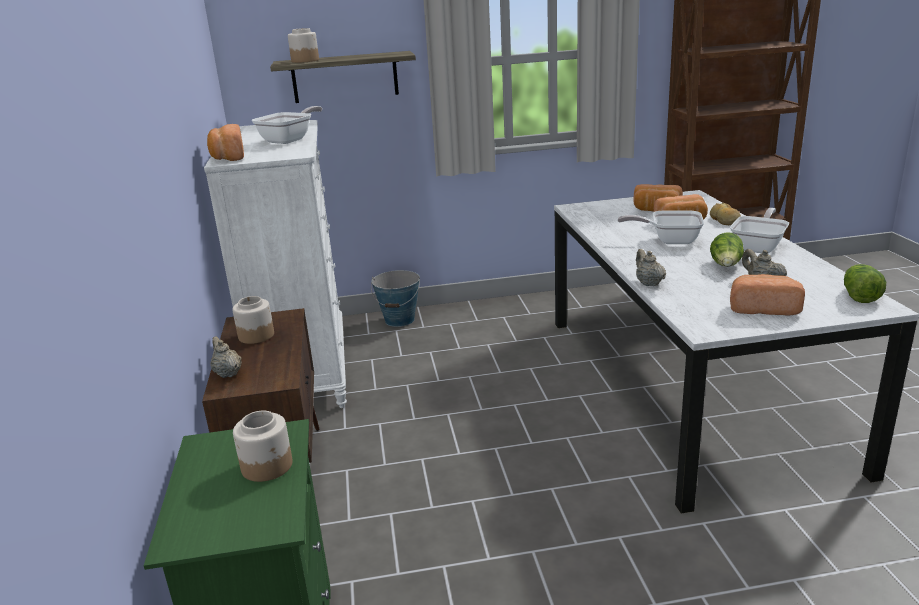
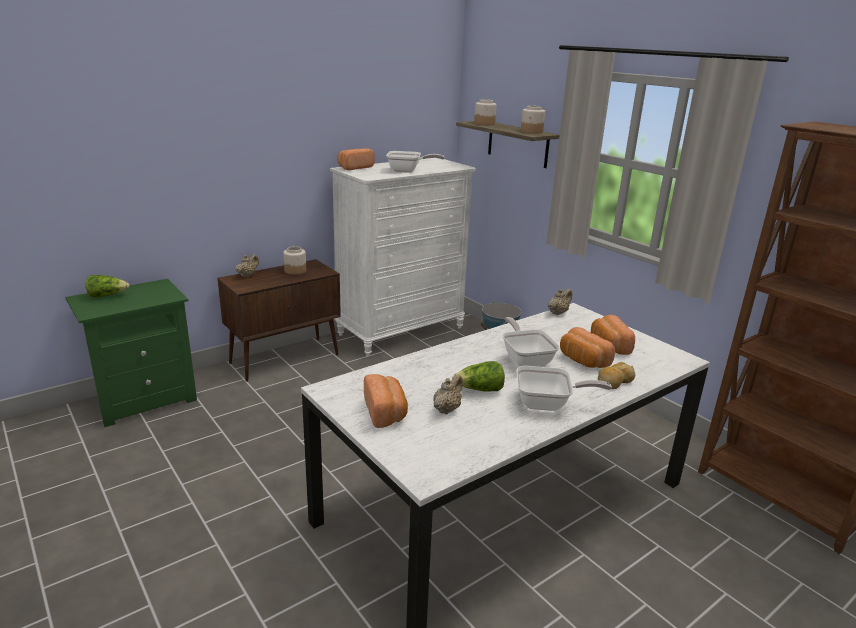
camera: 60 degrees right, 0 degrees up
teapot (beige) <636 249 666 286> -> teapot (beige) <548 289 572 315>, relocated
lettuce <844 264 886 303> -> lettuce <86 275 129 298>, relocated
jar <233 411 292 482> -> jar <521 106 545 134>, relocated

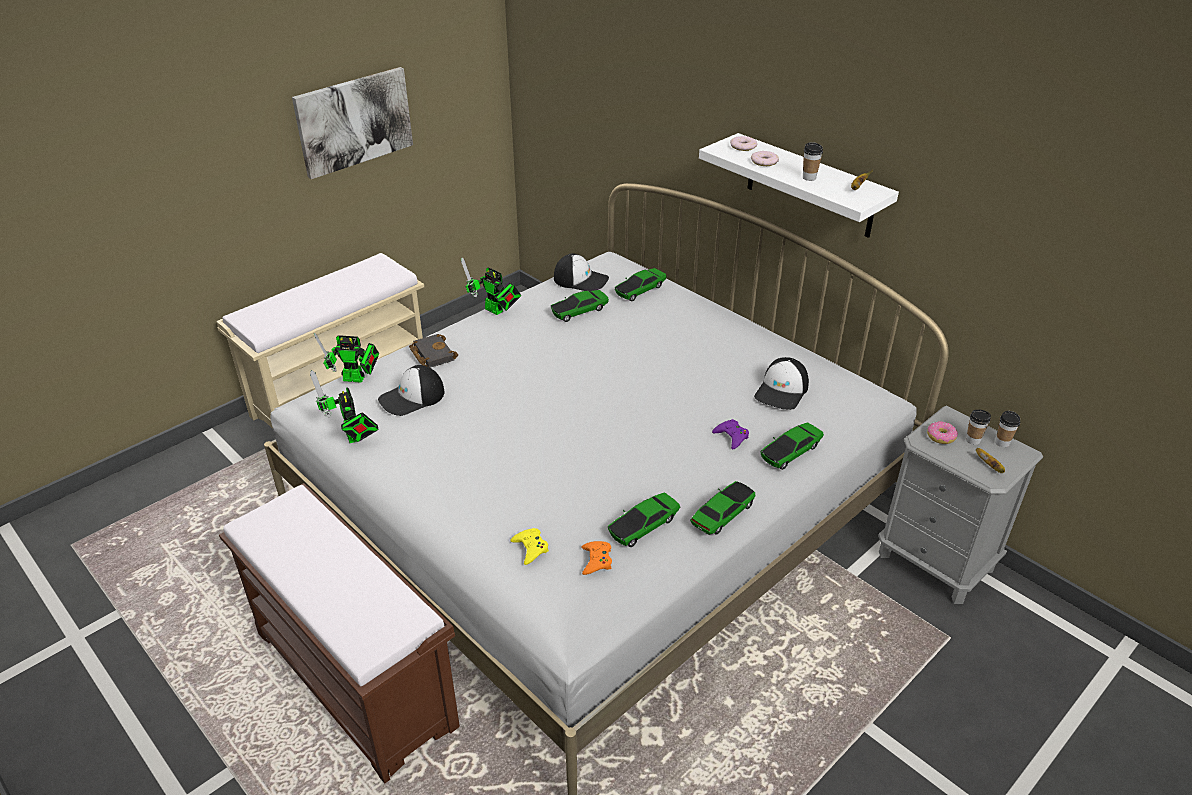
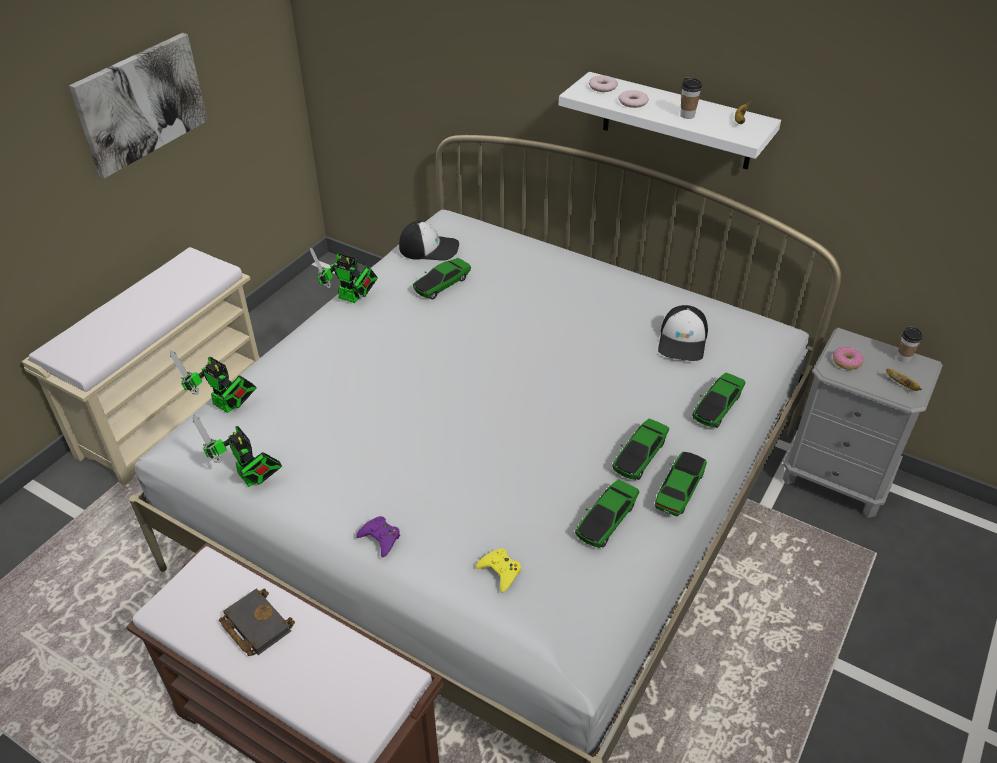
camera: 15 degrees left, 5 degrees up
toy car <615 268 667 301> -> toy car <612 419 669 480>, relocated
toy robot <314 333 379 383> -> toy robot <170 351 257 413>, 45 degrees clockwise
book (black) <409 334 458 368> -> book (black) <219 588 295 656>, relocated
cap <378 365 444 416> -> none
cup <966 409 991 445> -> none
game controller (purple) <712 419 749 450> -> game controller (purple) <356 516 400 558>, relocated
game controller (orange) <582 541 612 575> -> none

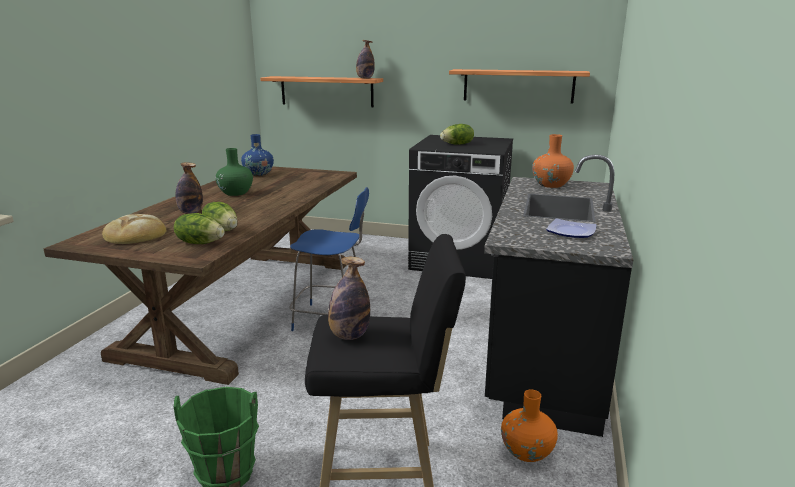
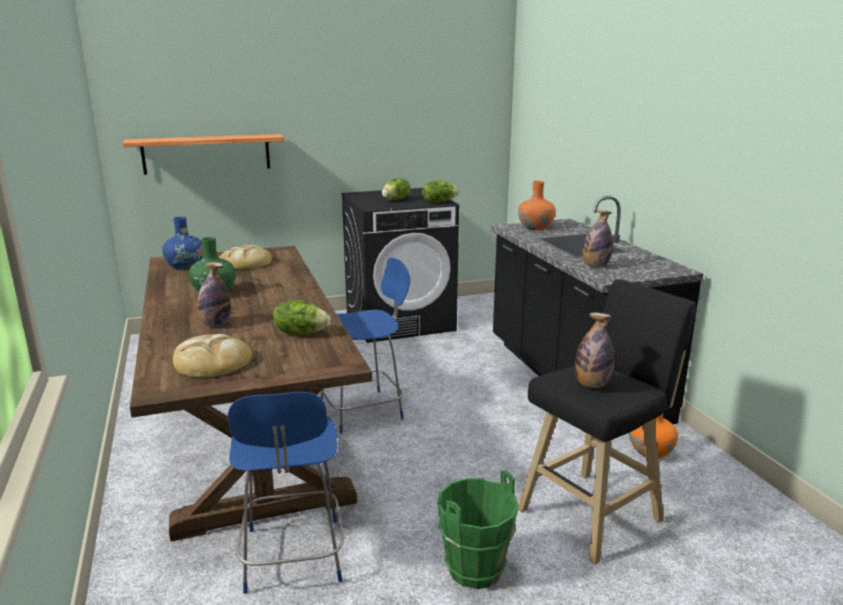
camera: 35 degrees left, 0 degrees up
bottle <356 40 375 79> -> bottle <582 210 613 267>, relocated
shelf <449 69 590 103> -> none
lettuce <174 213 224 244> -> lettuce <422 181 459 203>, relocated
plate <546 218 596 238> -> none
none -> bread <219 245 272 270>
none -> chair (blue) <228 392 344 594>

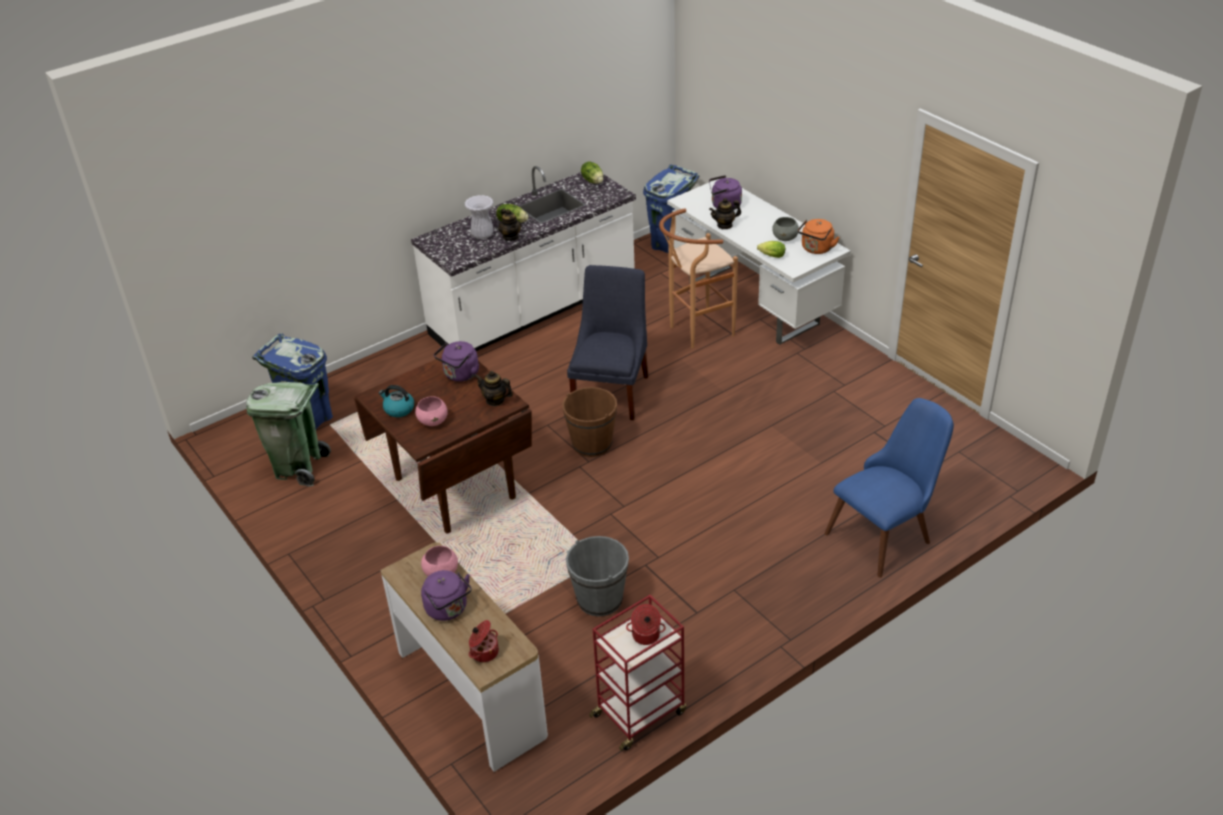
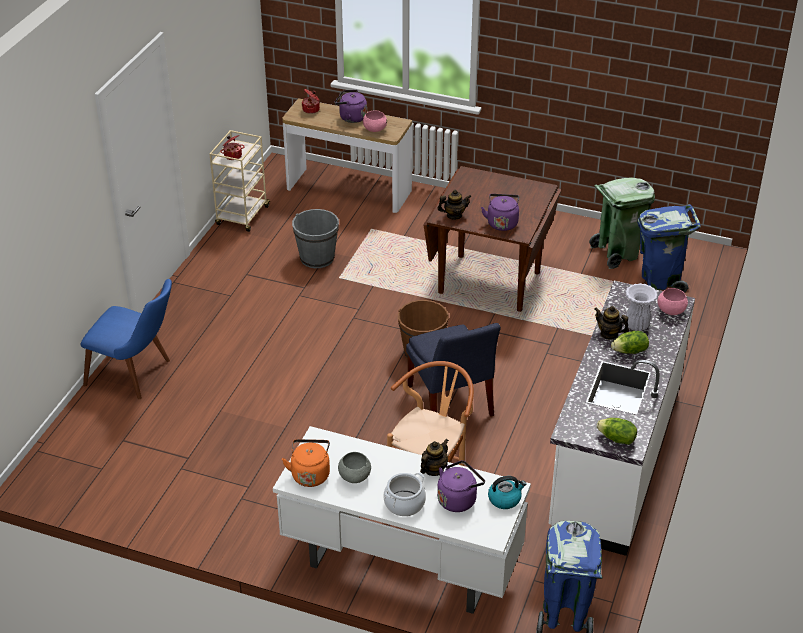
camera: 145 degrees right, 0 degrees up
lettuce <757 241 785 258> -> none
kettle <379 385 414 417> -> kettle <488 476 526 509>, relocated
bowl (pink) <415 396 448 426> -> bowl (pink) <658 288 688 315>, relocated
chair (blue) <824 398 954 577> -> chair (blue) <81 279 172 399>, 90 degrees counterclockwise
cart (red) <589 595 686 751> -> cart (beige) <210 130 270 232>
none -> cooking pot <384 473 426 516>

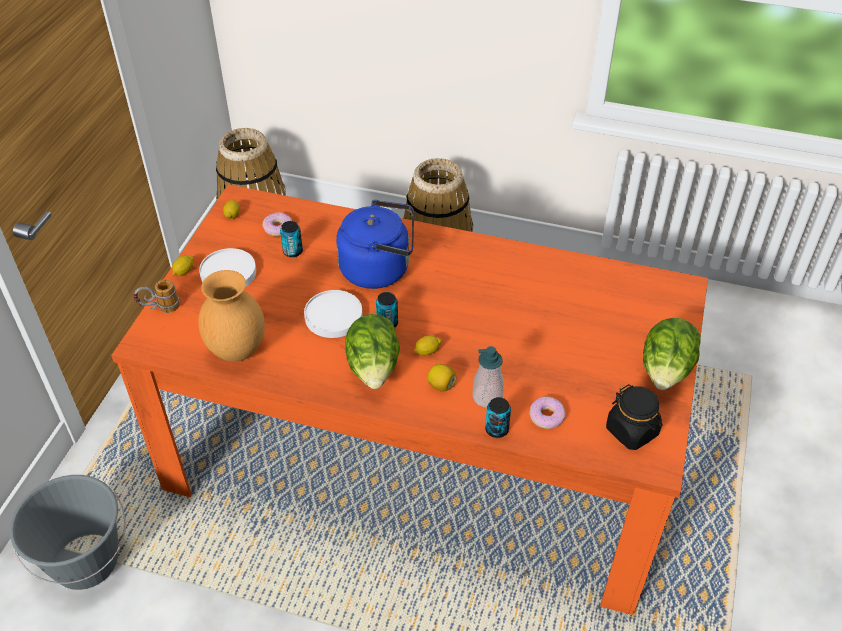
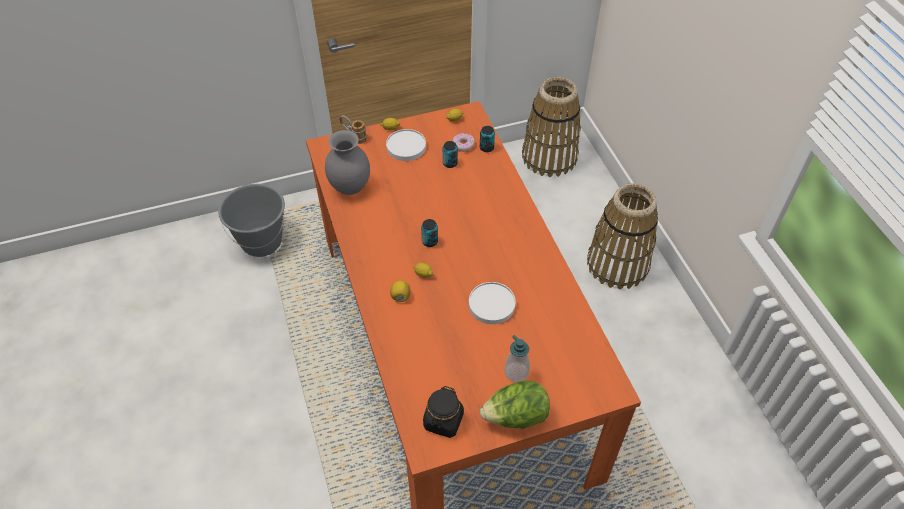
camera: 55 degrees right, 5 degrees up
kettle (blue) <336 200 414 289> -> none
vase (brown) <198 270 265 362> -> vase (grey) <325 130 370 195>
plate (white) <304 290 363 338> -> plate (white) <469 282 516 324>, relocated
lettuce <345 314 400 389> -> none
soap dispenser <472 346 504 408> -> soap dispenser <504 335 530 382>, relocated
can <485 397 511 438> -> can <480 126 495 152>, relocated
donut <529 397 565 429> -> none

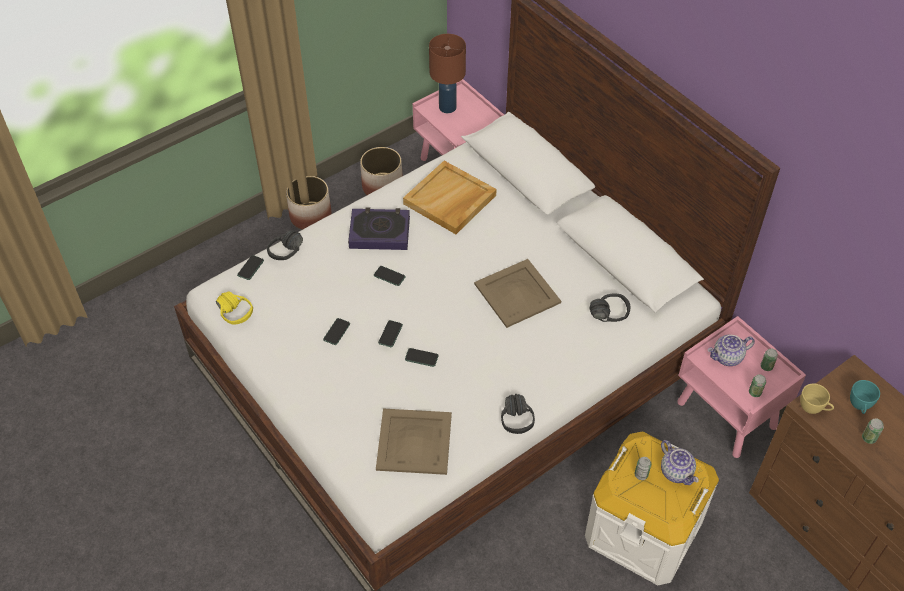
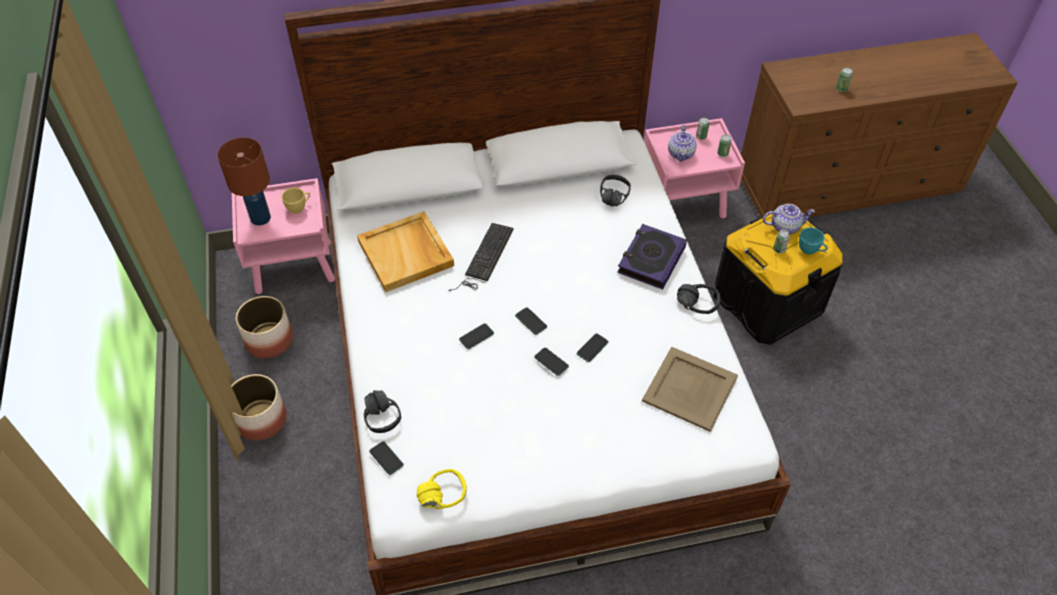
camera: 65 degrees left, 0 degrees up
book <348 207 410 250> -> book <617 224 687 290>, relocated
tray (beige) <474 259 561 328> -> none
phone <323 318 350 345> -> phone <515 307 547 335>, relocated
cup (turquoise) <850 380 880 414> -> cup (turquoise) <799 227 828 254>, relocated
cup (yellow) <800 383 834 414> -> cup (yellow) <281 188 310 214>, relocated
storage box (white) <585 432 719 585> -> storage box (black) <714 213 843 345>
none -> keyboard <448 223 513 291>

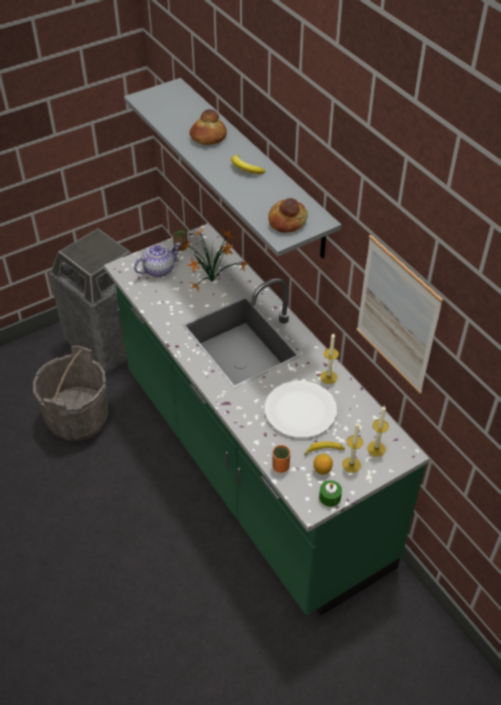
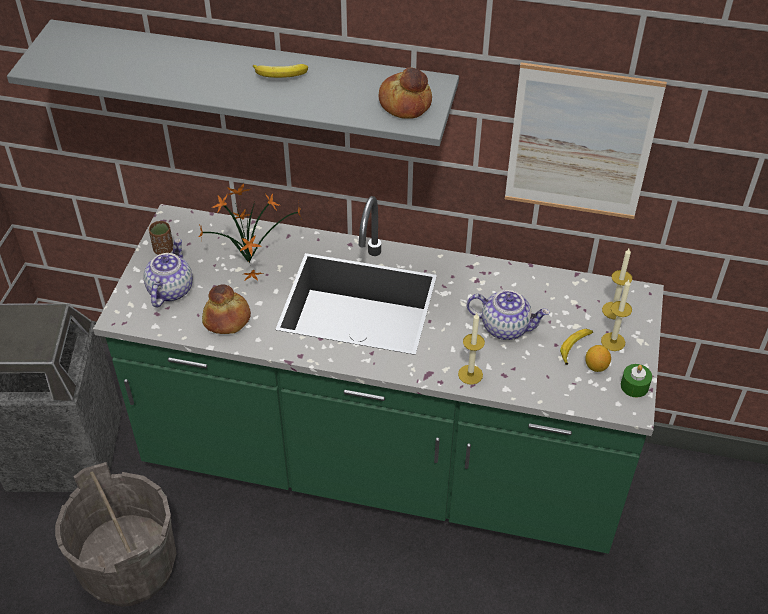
camera: 45 degrees left, 0 degrees up
bread <190 109 227 145> -> bread <202 284 251 334>, relocated
candle <320 332 339 384> -> candle <458 313 485 385>, relocated
plate (white) <265 381 337 438> -> teapot <467 290 550 340>
cup (orange) <272 445 290 473> -> none

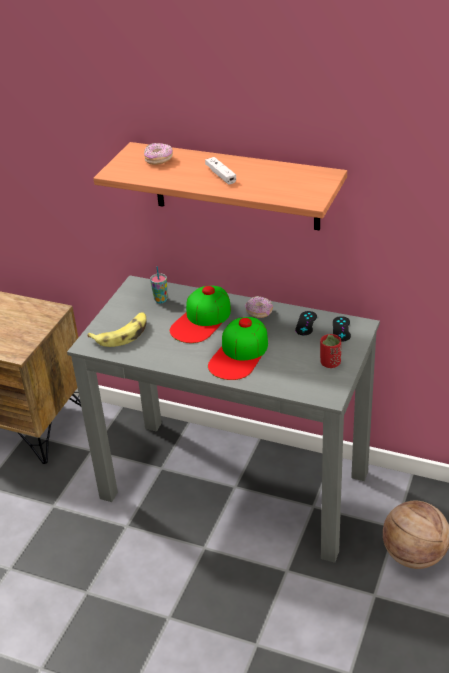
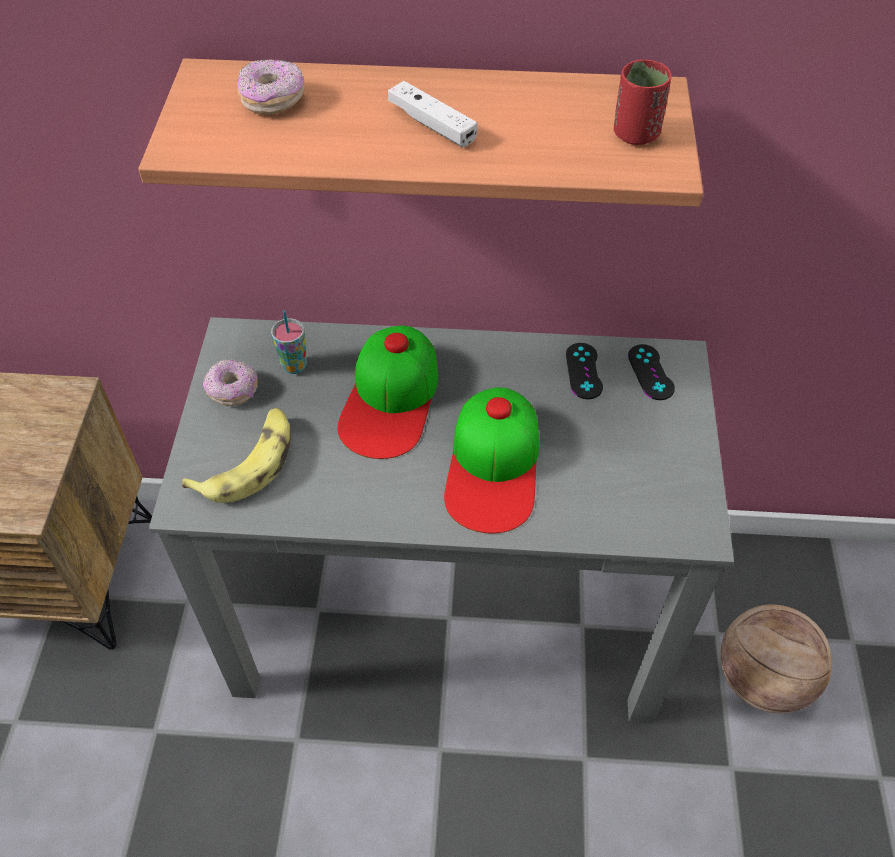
camera: 20 degrees left, 15 degrees up
donut <245 296 273 318> -> donut <203 359 258 406>, relocated
cup (red) <320 334 341 368> -> cup (red) <614 59 672 145>, relocated

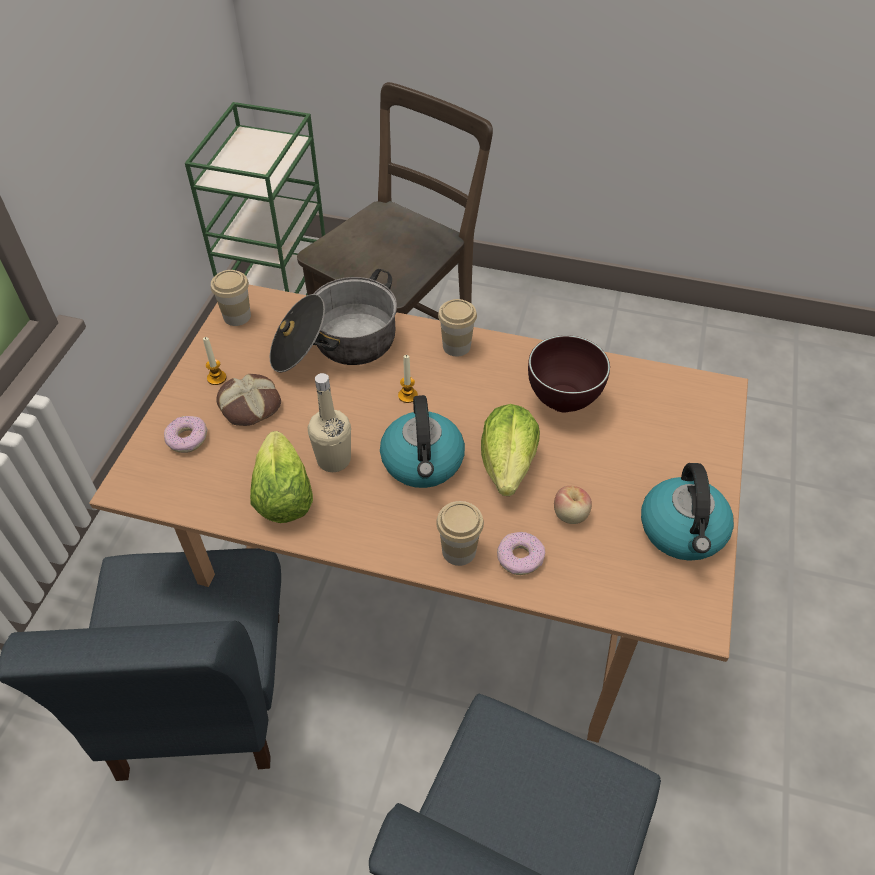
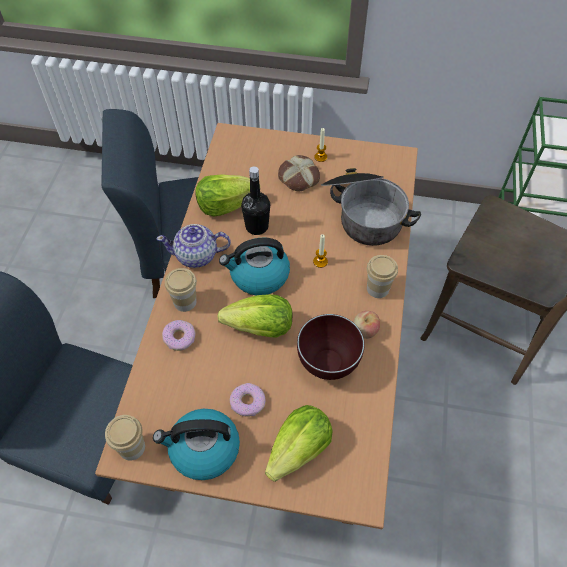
camera: 85 degrees right, 5 degrees up
cup <211 270 251 326> -> cup <105 415 145 461>, relocated
bottle (beige) <308 373 351 472> -> bottle (black) <241 166 270 235>
donut <164 416 207 453> -> donut <230 383 266 417>, relocated
apple <554 486 592 524> -> apple <354 311 380 339>, relocated
none -> teapot <156 224 231 268>
none -> lettuce <265 405 333 482>

